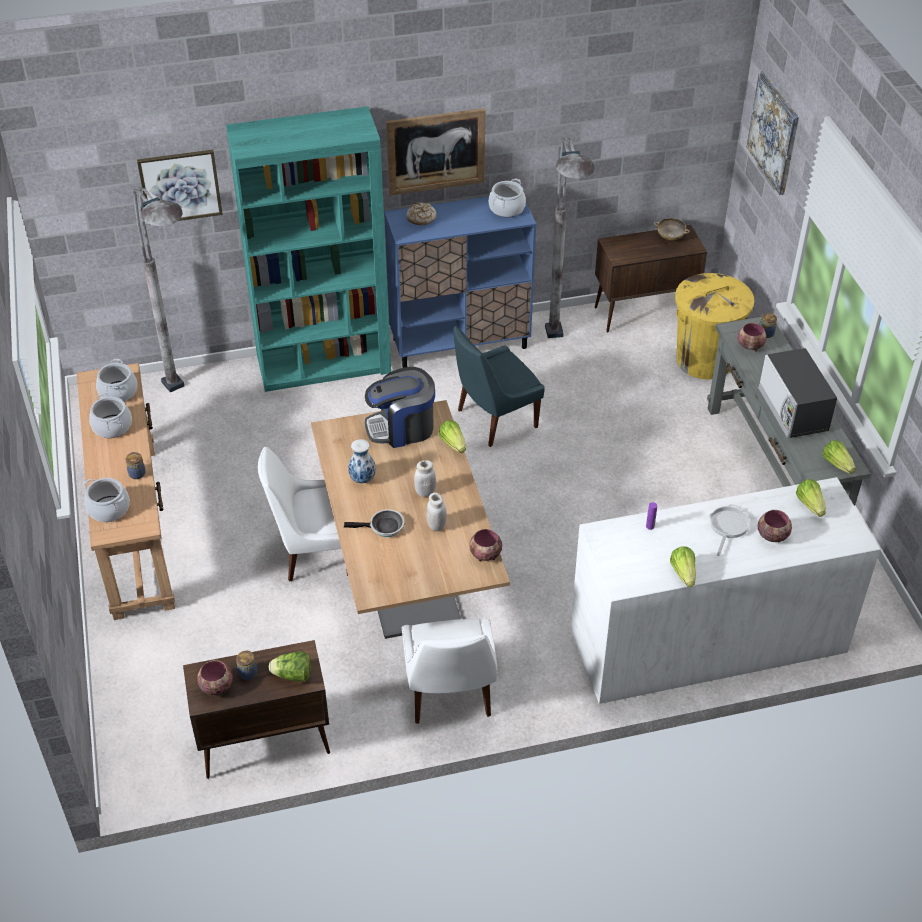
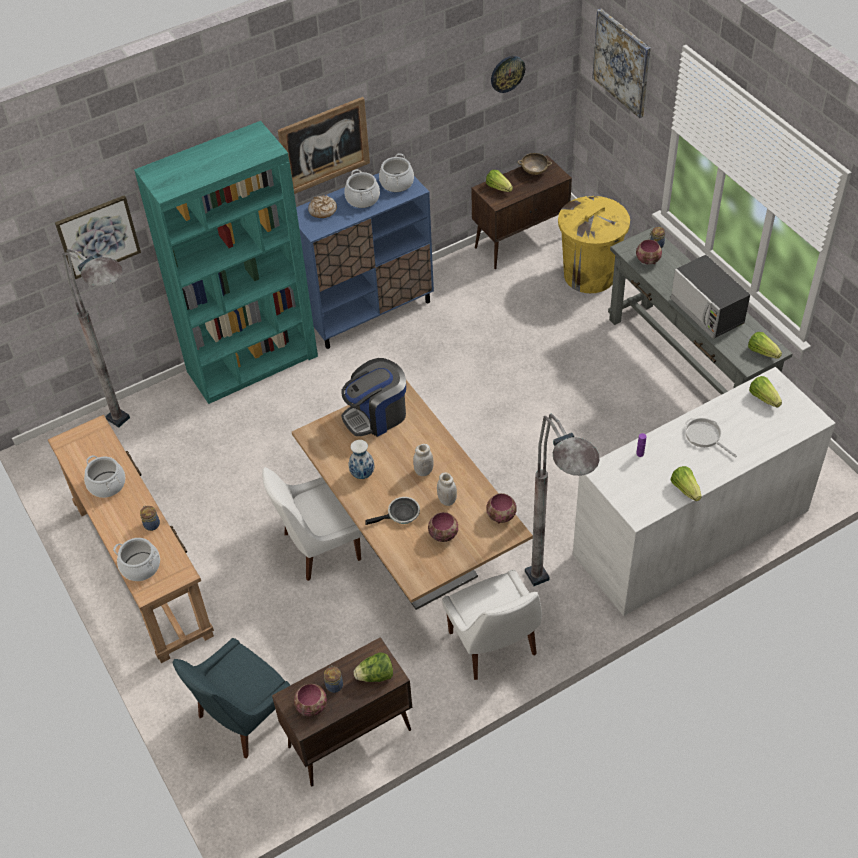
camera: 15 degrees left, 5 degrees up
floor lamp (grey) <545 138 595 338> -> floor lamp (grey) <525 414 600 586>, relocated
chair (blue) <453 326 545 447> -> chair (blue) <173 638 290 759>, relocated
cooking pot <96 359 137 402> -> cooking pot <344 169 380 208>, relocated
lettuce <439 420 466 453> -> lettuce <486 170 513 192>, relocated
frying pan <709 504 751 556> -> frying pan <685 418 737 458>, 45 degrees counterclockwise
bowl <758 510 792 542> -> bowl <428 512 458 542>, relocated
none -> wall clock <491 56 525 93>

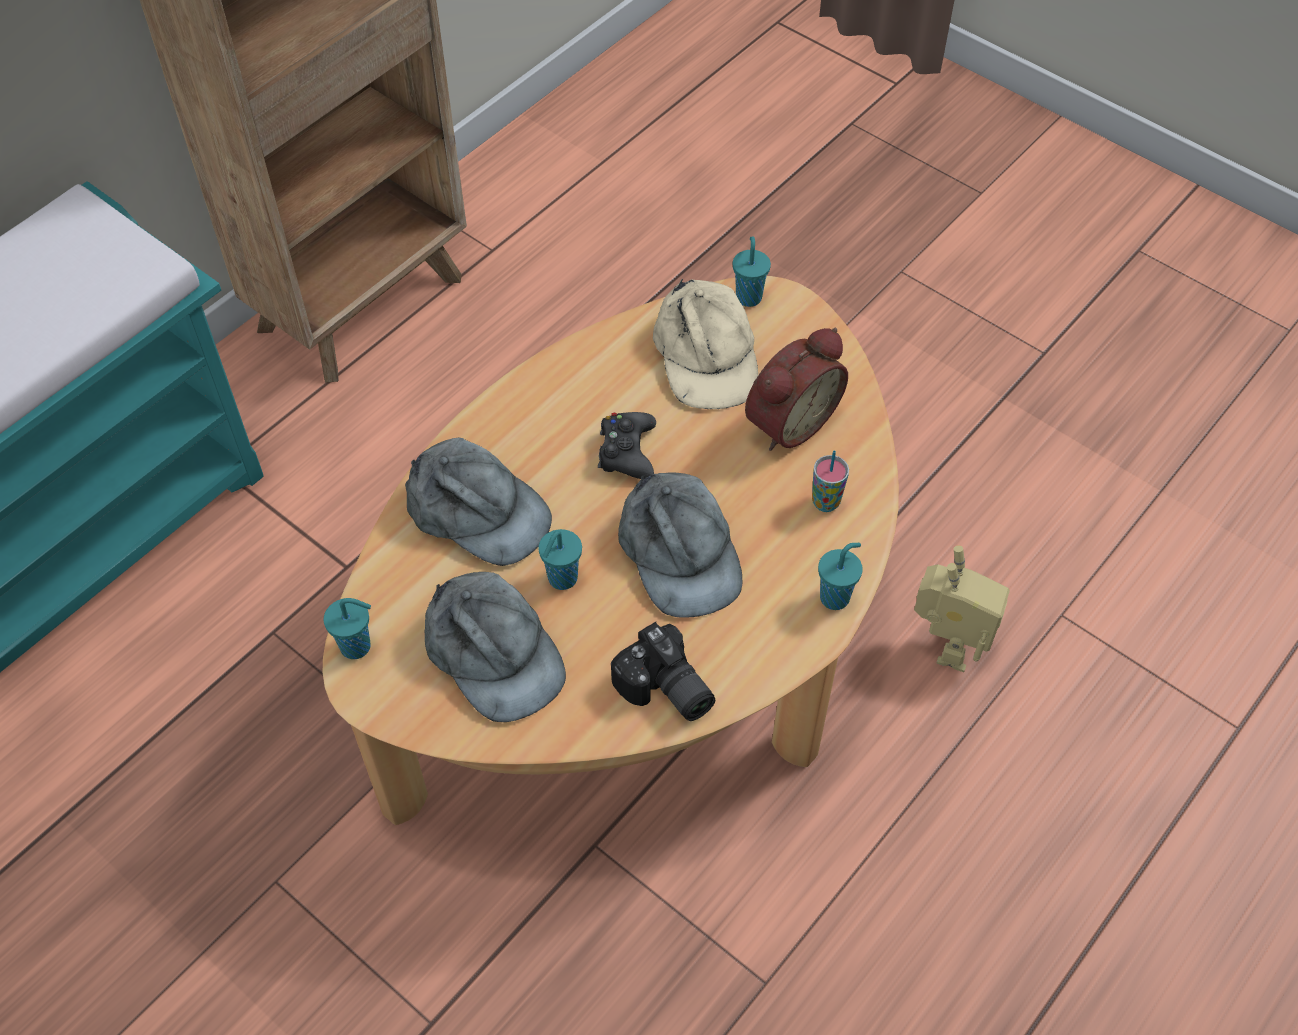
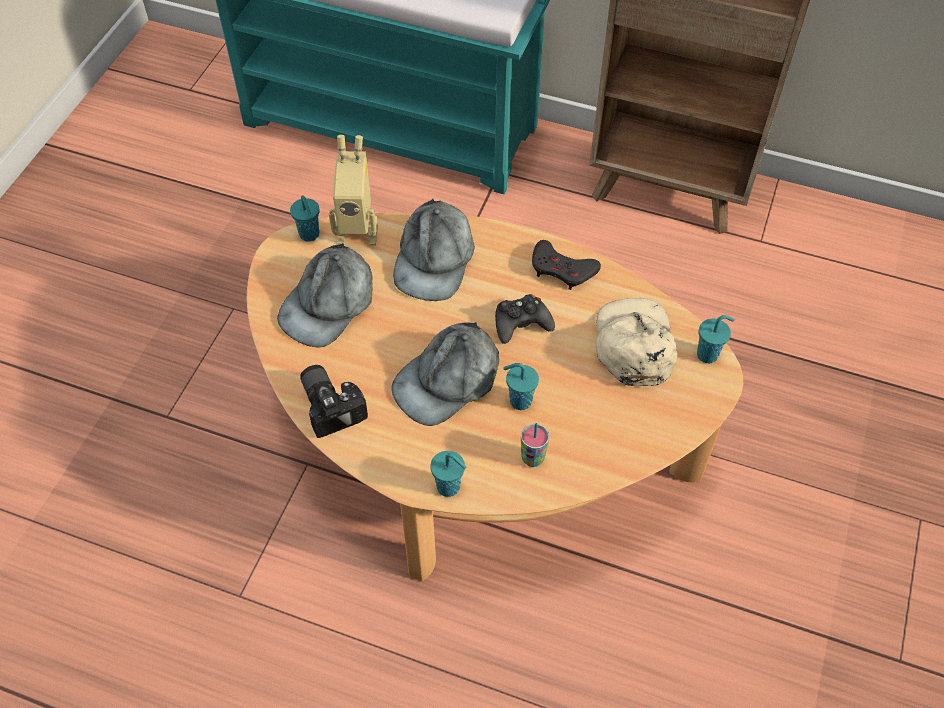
camera: 70 degrees right, 0 degrees up
cap (beige) <653 279 758 409> -> cap (beige) <596 298 677 386>, 120 degrees clockwise
alarm clock <745 328 848 451> -> none
cup (turquoise) <538 529 582 590> -> cup (turquoise) <503 363 539 410>, relocated
toy robot <914 545 1010 672> -> toy robot <329 135 378 246>, relocated
photo camera <611 622 715 721> -> photo camera <300 365 368 438>, 120 degrees clockwise
none -> game controller (grey) <532 240 601 290>

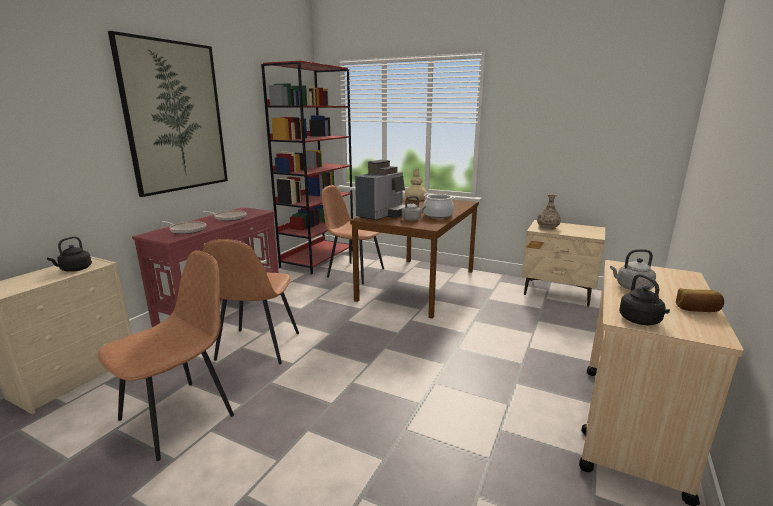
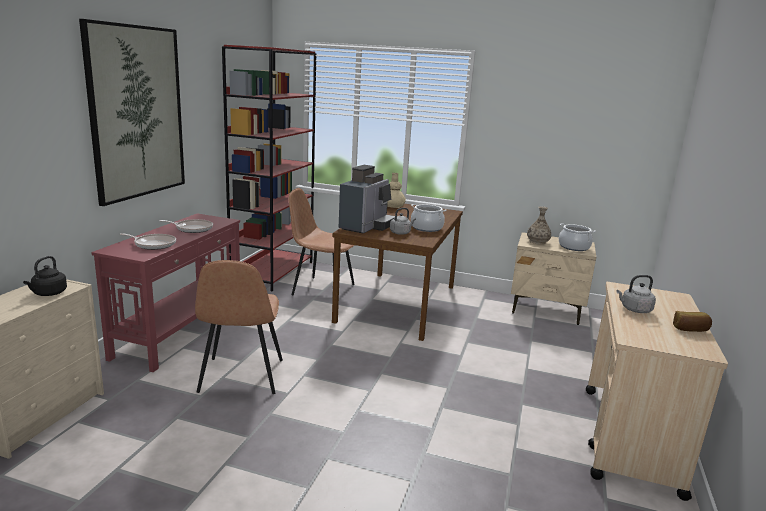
camera: 10 degrees left, 0 degrees up
chair (brown) <97 250 234 461> -> none
kettle (black) <619 274 670 325> -> none
none -> cooking pot <559 223 596 251>

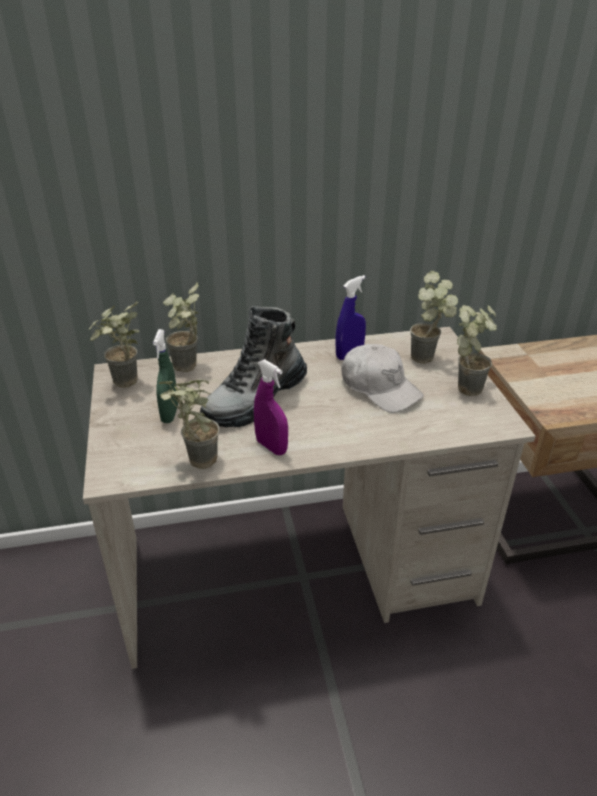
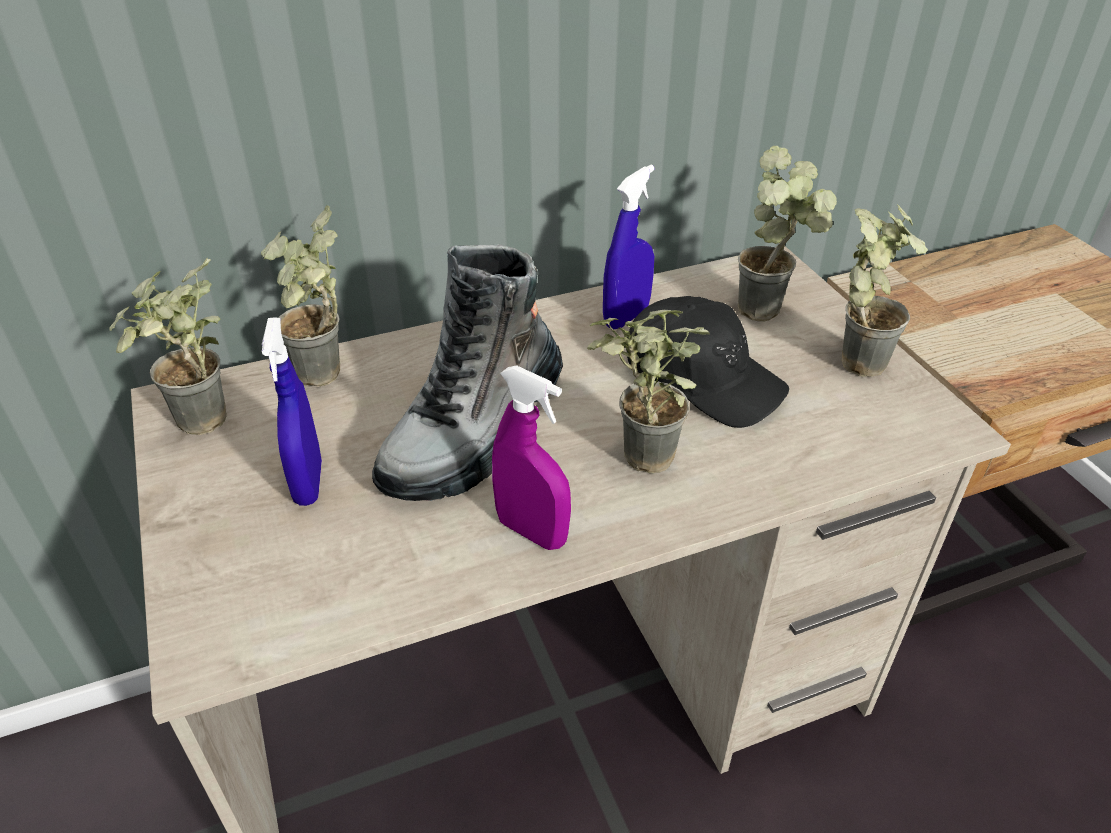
camera: 10 degrees left, 5 degrees up
spray bottle (green) <153 329 178 423> -> spray bottle (blue) <262 317 322 506>
cap (white) <341 344 424 413> -> cap (black) <626 296 789 428>
potted plant <158 379 219 469> -> potted plant <587 310 710 473>, relocated

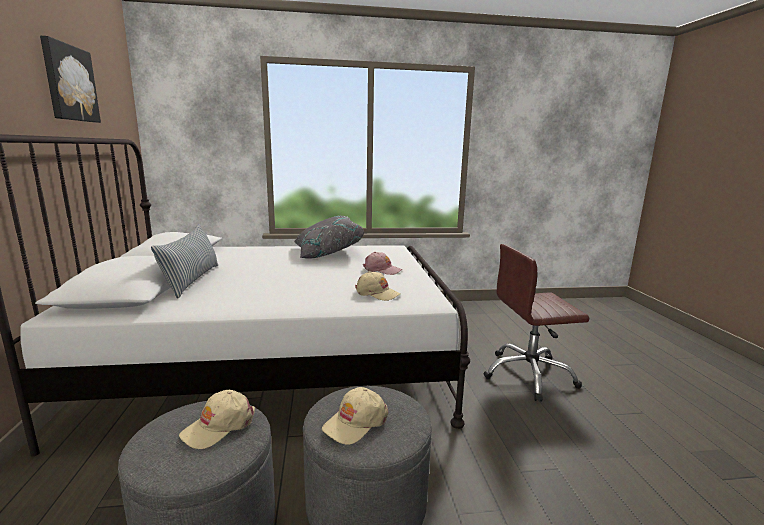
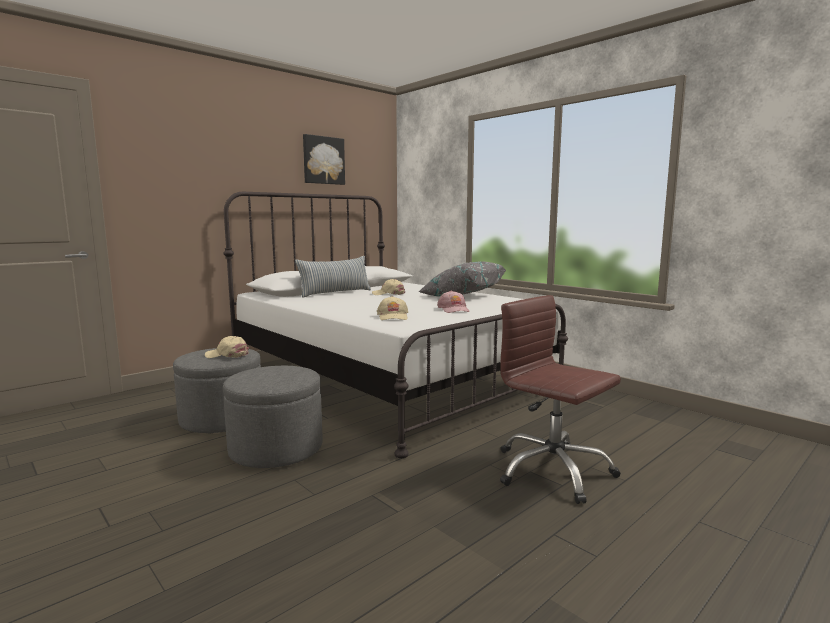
camera: 55 degrees right, 5 degrees down
cap (beige) <322 387 388 445> -> cap (beige) <372 279 405 295>, relocated

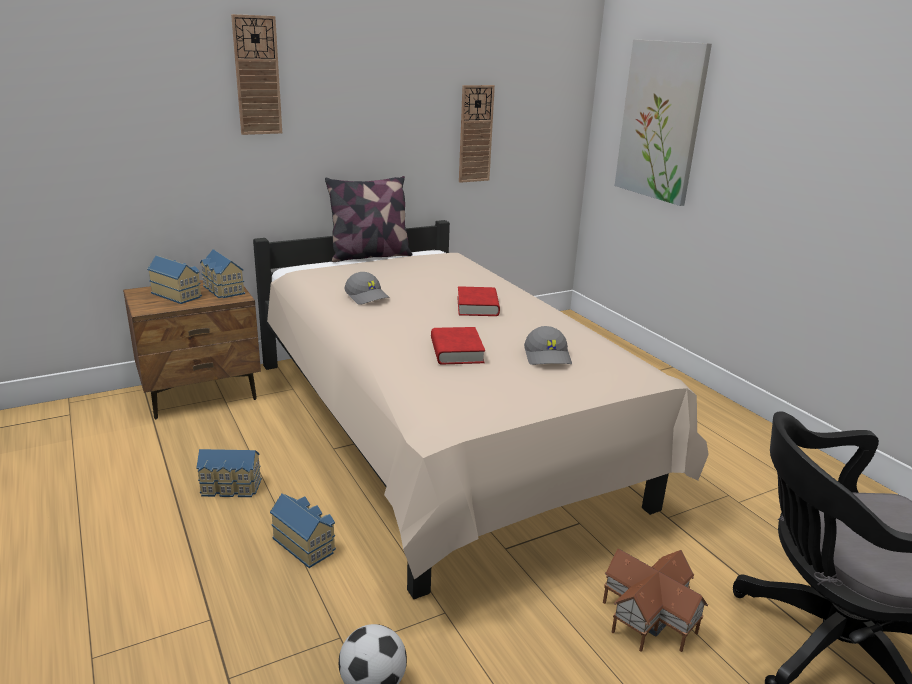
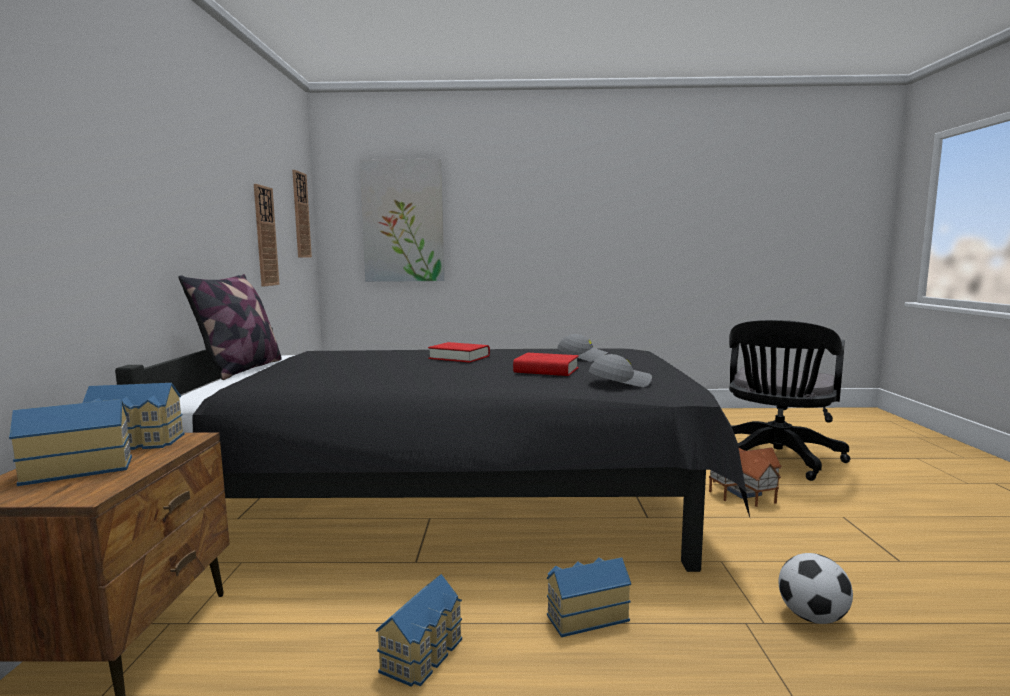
camera: 60 degrees left, 15 degrees down
wall clock <231 14 282 135> -> wall clock <292 170 312 258>, relocated
bed (beige) <253 220 709 599> -> bed (black) <115 327 750 572>
cap (grey) <344 272 390 305> -> cap (grey) <589 354 652 387>, relocated

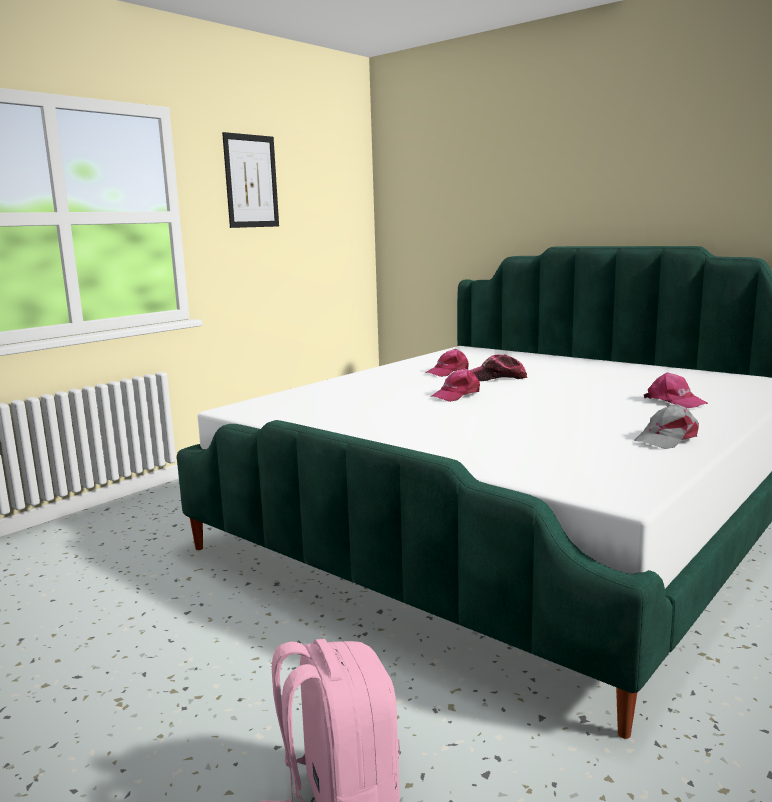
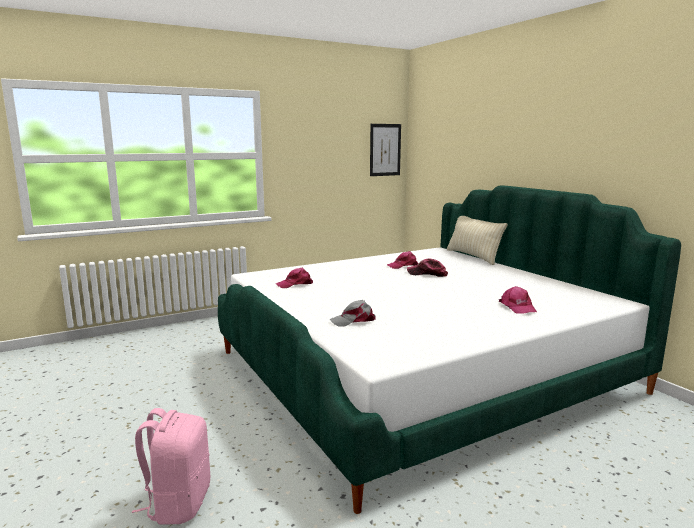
camera: 20 degrees right, 0 degrees up
picture <222 132 279 228> -> picture <370 124 401 176>, relocated
cap (pink) <430 368 480 402> -> cap (pink) <276 268 313 288>, relocated
cap (grey) <634 404 699 449> -> cap (grey) <330 300 376 327>, relocated
none -> pillow (beige) <447 216 508 265>

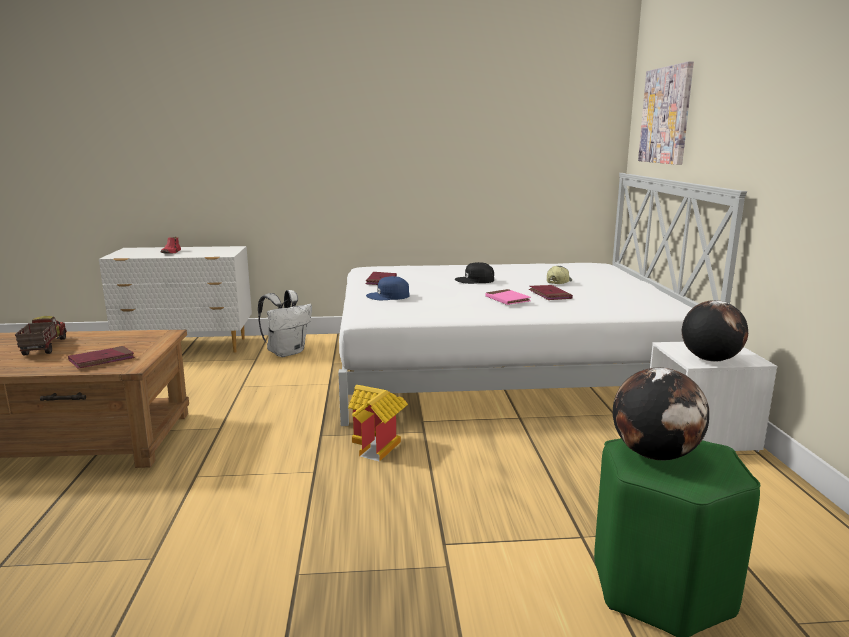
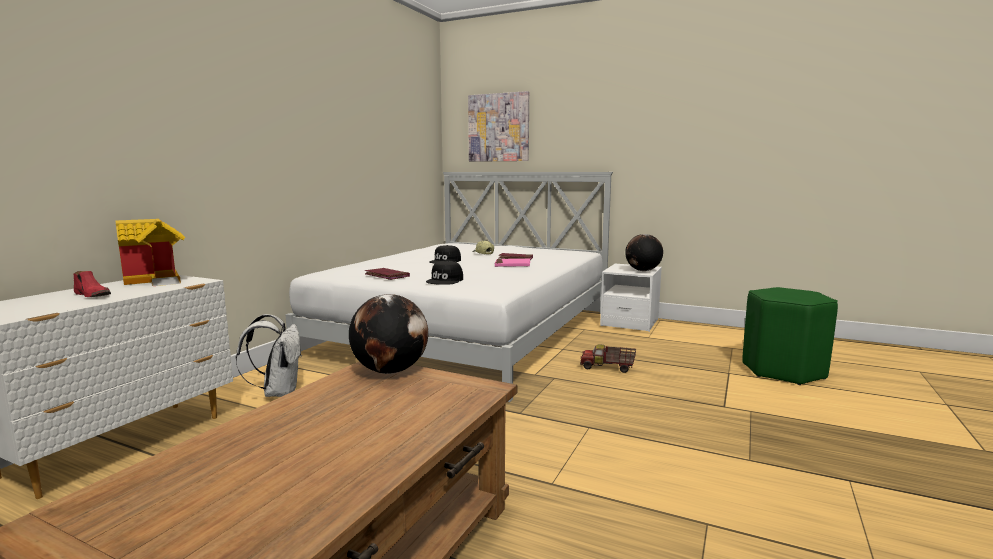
camera: 60 degrees left, 5 degrees down
cap (blue) <366 276 410 300> -> cap (black) <426 261 463 285>
toy truck <15 316 67 356> -> toy truck <580 345 636 373>, relocated
book (red) <68 346 135 369> -> none
globe <613 368 709 461> -> globe <349 294 428 374>, relocated
toy house <348 385 408 462> -> toy house <115 219 185 286>, relocated

